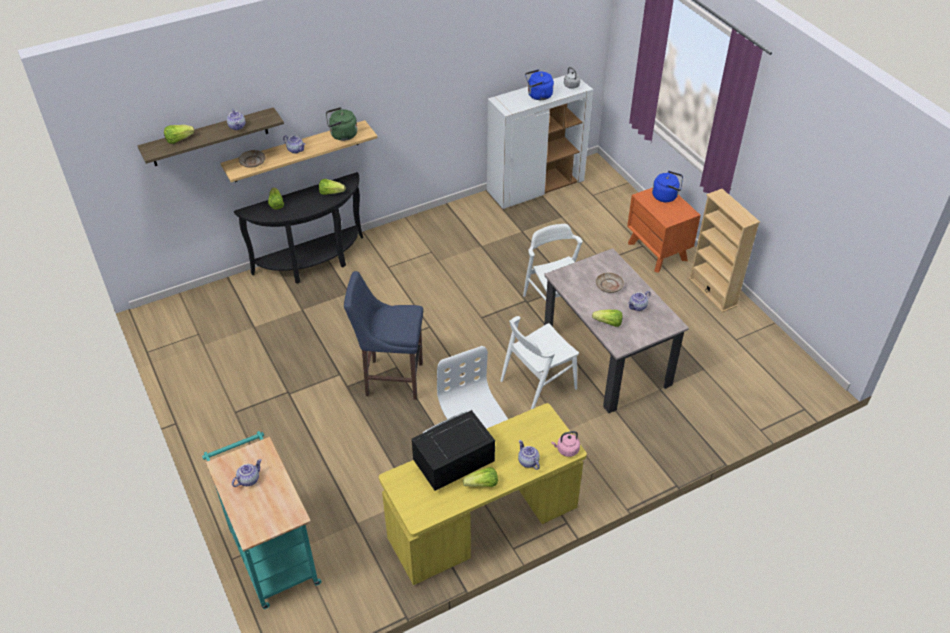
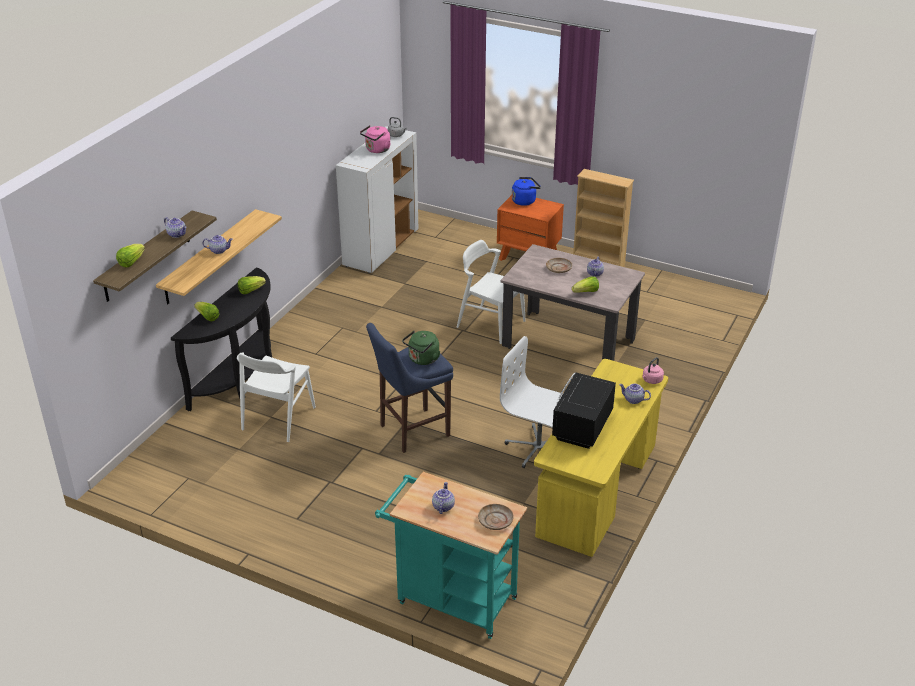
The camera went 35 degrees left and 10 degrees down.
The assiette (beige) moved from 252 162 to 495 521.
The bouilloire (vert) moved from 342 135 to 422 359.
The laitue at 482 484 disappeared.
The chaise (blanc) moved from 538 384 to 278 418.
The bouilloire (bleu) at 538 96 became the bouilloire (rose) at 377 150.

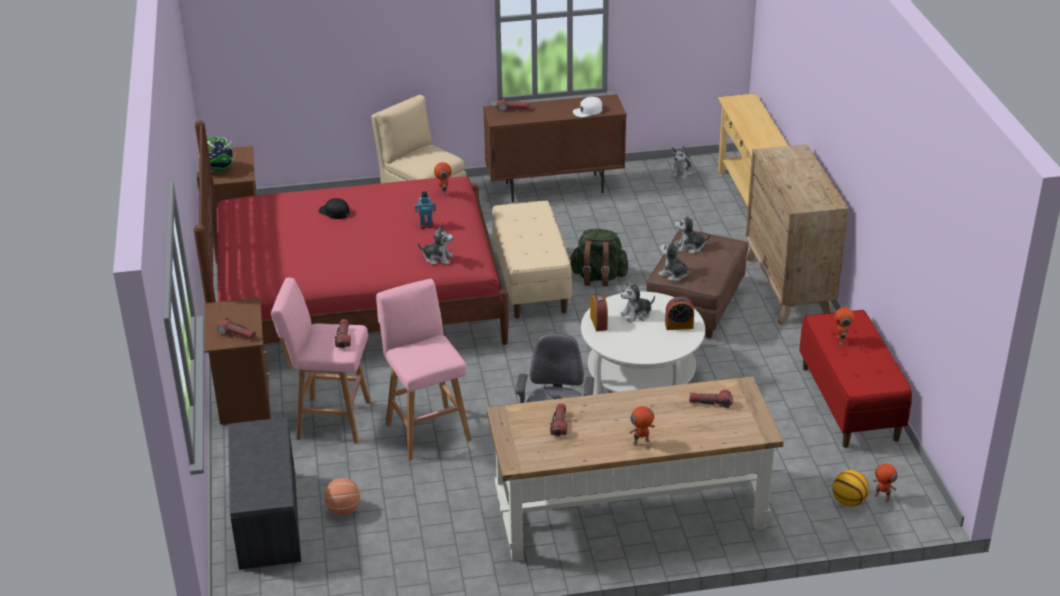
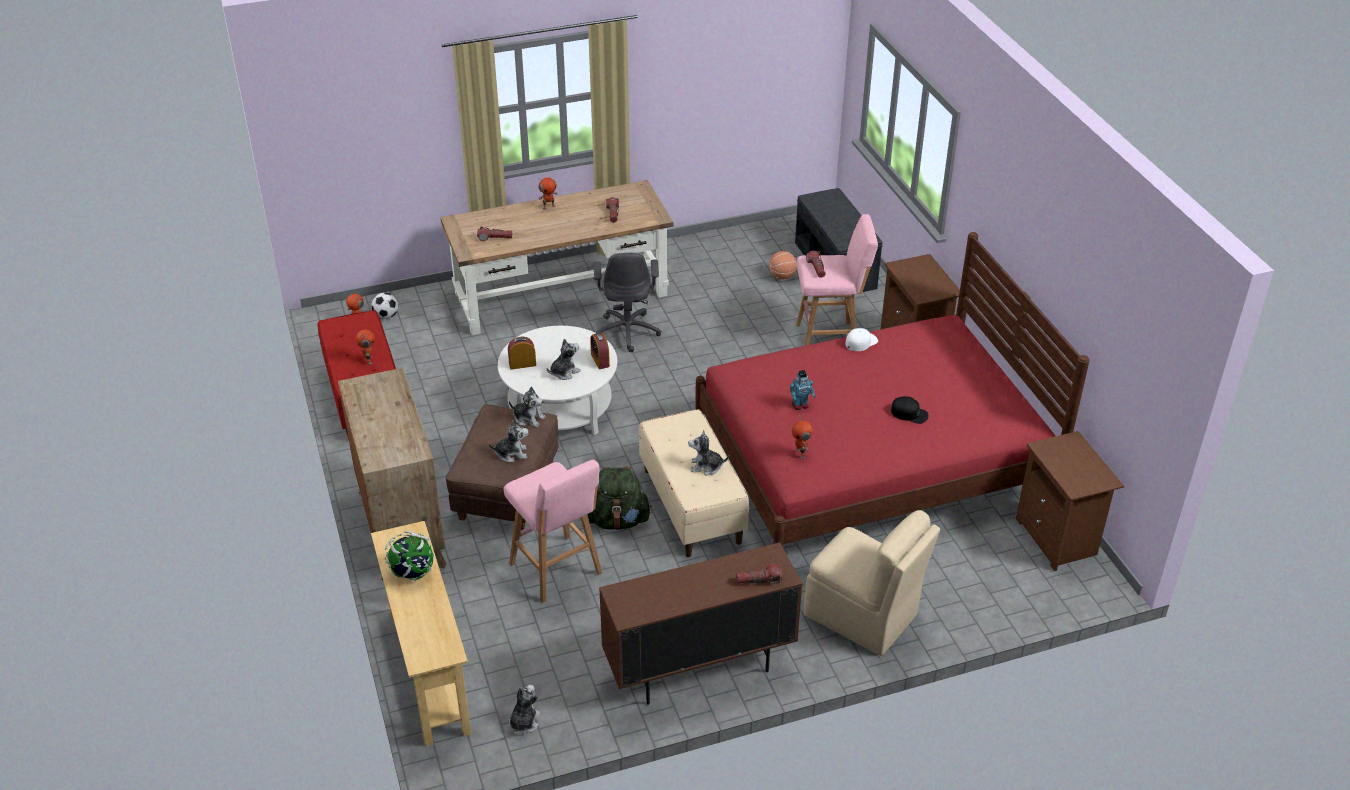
The camera went 170 degrees right and 5 degrees up.
The globe moved from 218 170 to 412 573.
The lampe de poche at 237 334 disappeared.
The tabouret (rose) moved from 427 430 to 557 571.
The peluche moved from 438 258 to 706 466.
The casquette (blanc) moved from 587 111 to 861 342.
The ballon de basket at 849 501 was replaced by the ballon de foot at 386 316.

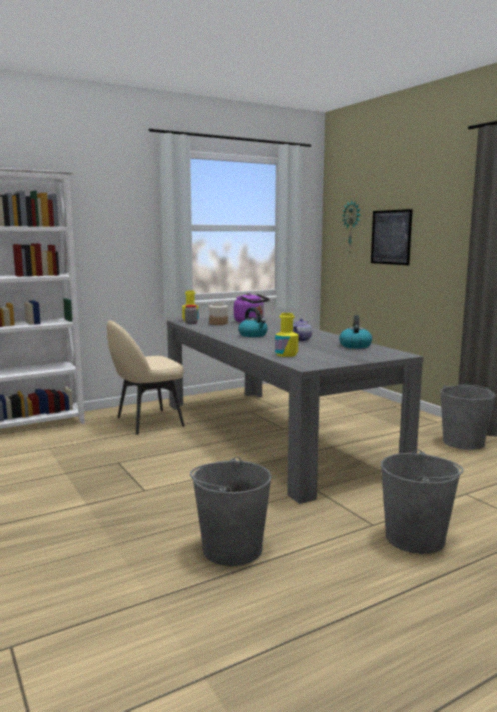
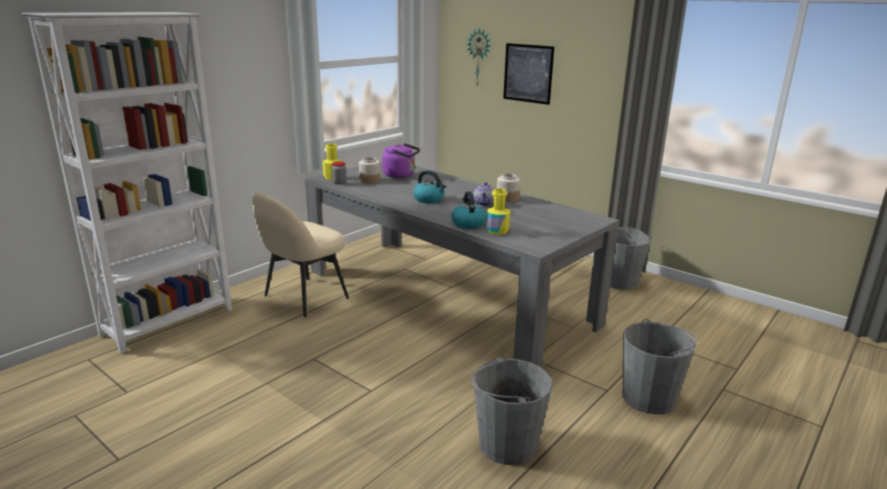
The camera went 20 degrees left and 10 degrees up.
The bouilloire moved from 355 346 to 468 223.
The bocal at 507 199 appeared.

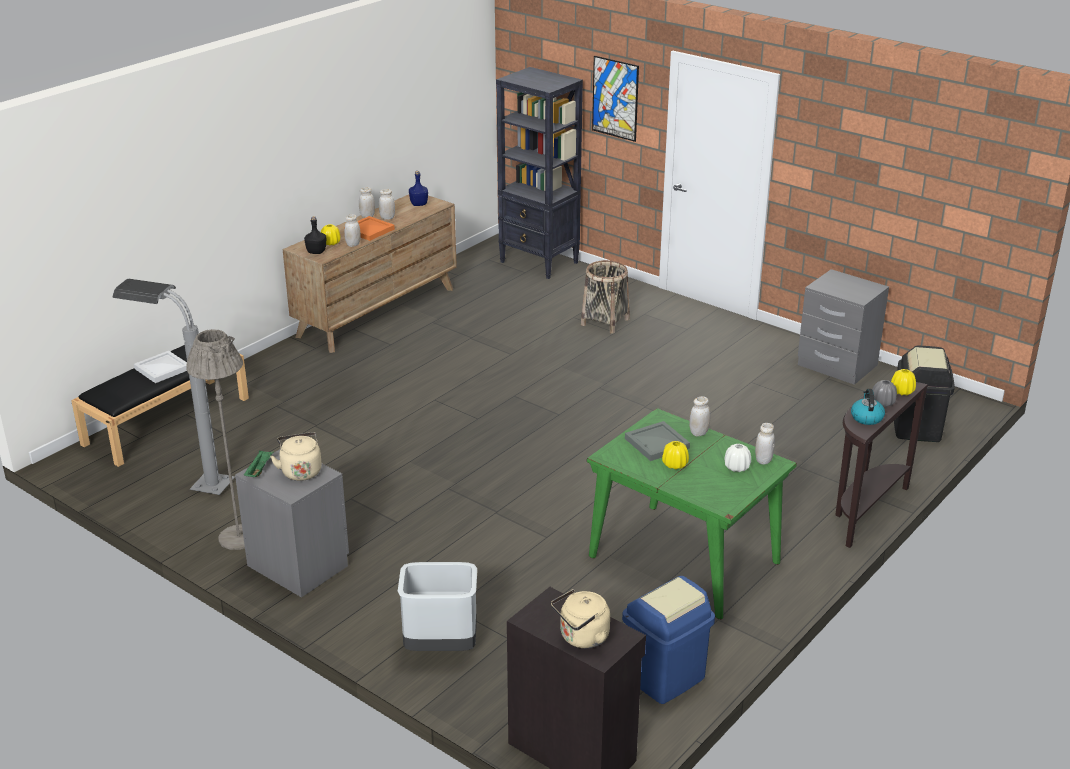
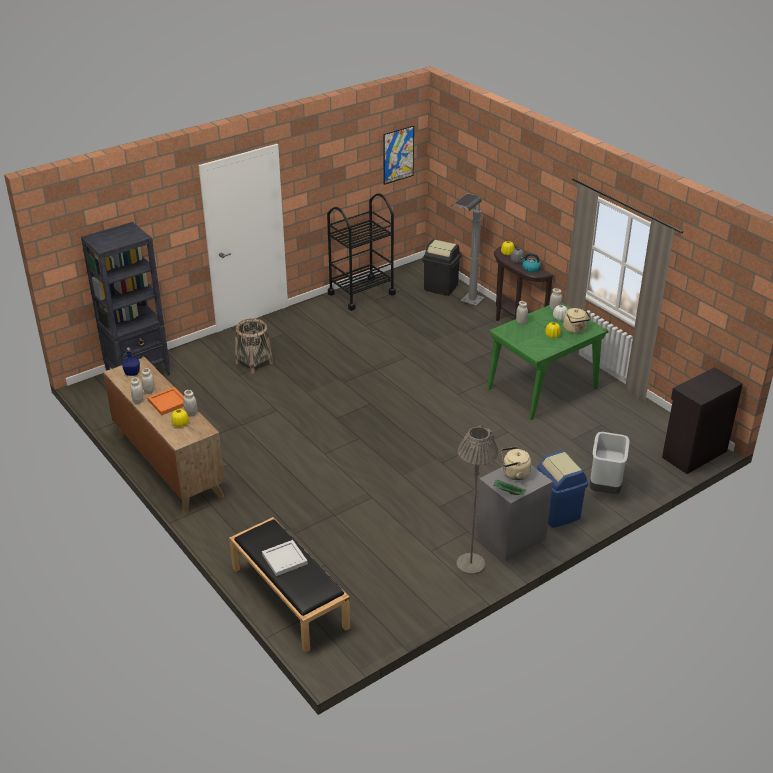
The camera went 75 degrees left and 5 degrees up.
The lampadaire (gris) moved from 191 483 to 466 307.
The bouteille (noir) at 317 252 disappeared.
The bouilloire (beige) moved from 582 638 to 575 330.
The tableau moved from 615 98 to 398 155.
The poubelle (bleu) moved from 665 677 to 557 512.
The plateau (gris) at 658 443 disappeared.
The table de chevet (gris) at 836 366 was replaced by the chariot (noir) at 361 293.

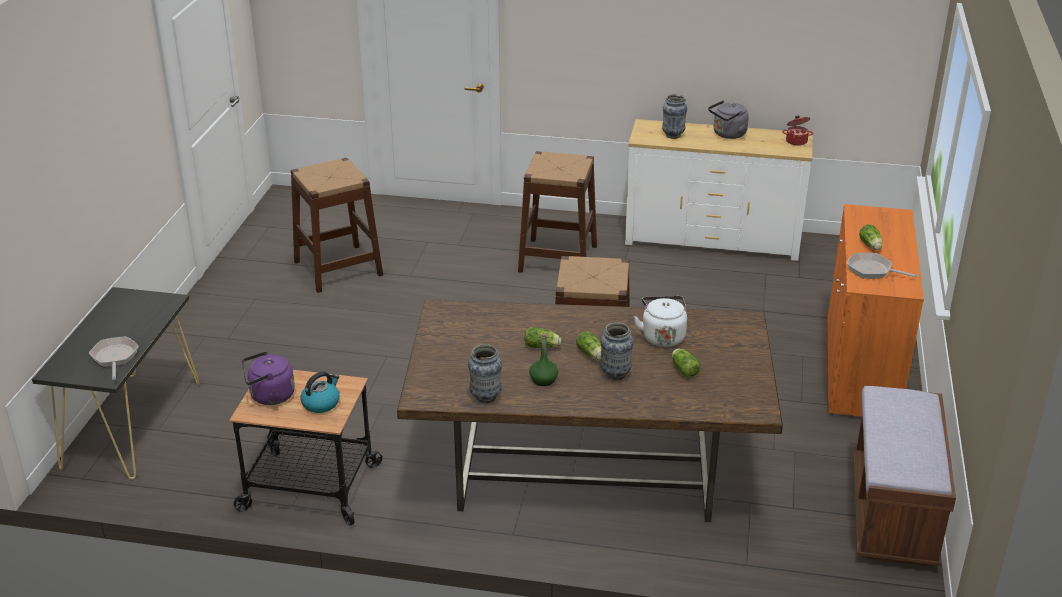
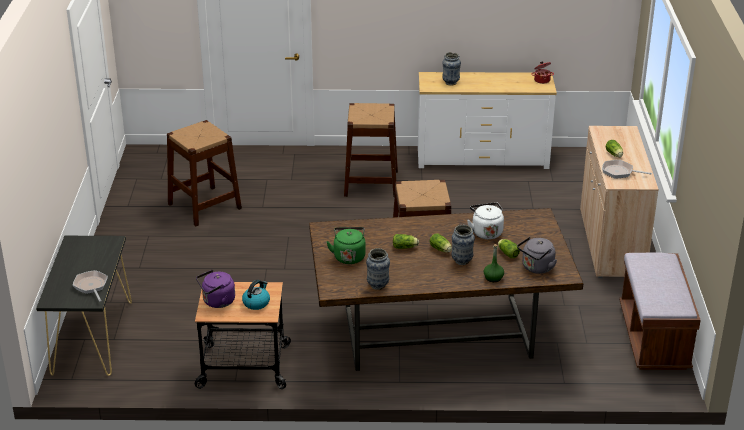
The camera went 10 degrees left and 0 degrees up.
The bouteille (vert) moved from 543 380 to 493 278.
The bouilloire (gris) moved from 728 134 to 536 268.
The meuble de rangement (orange) at 860 368 became the meuble de rangement (beige) at 611 243.
The bouilloire (vert) at 349 256 appeared.

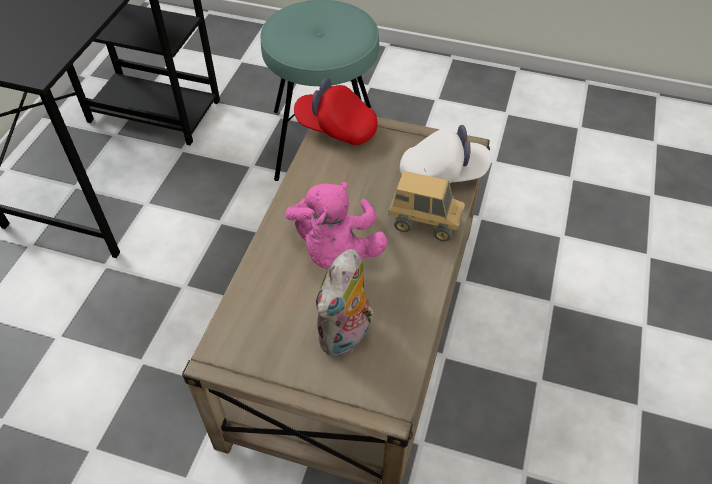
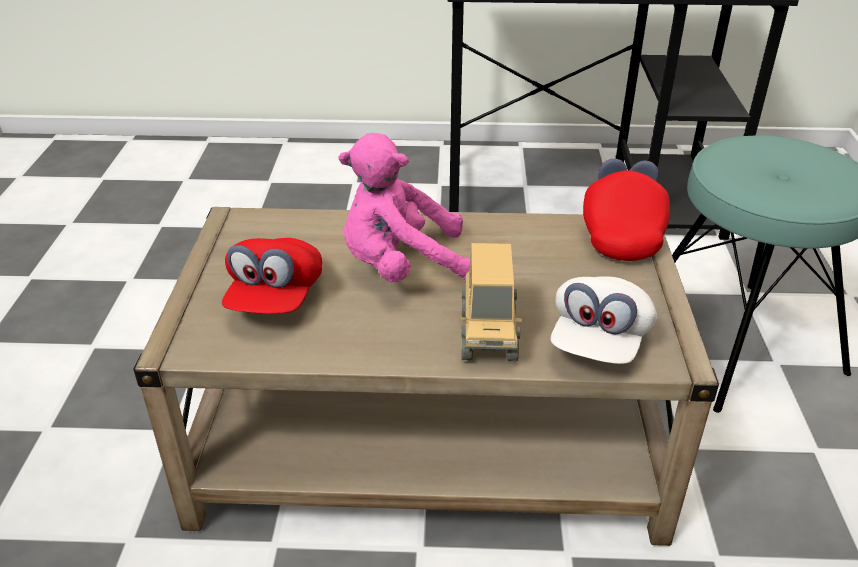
The camera went 75 degrees right and 15 degrees down.
The peluche at 346 336 was replaced by the casquette (rouge) at 276 298.
The casquette (blanc) at 443 174 turned 45 degrees clockwise.

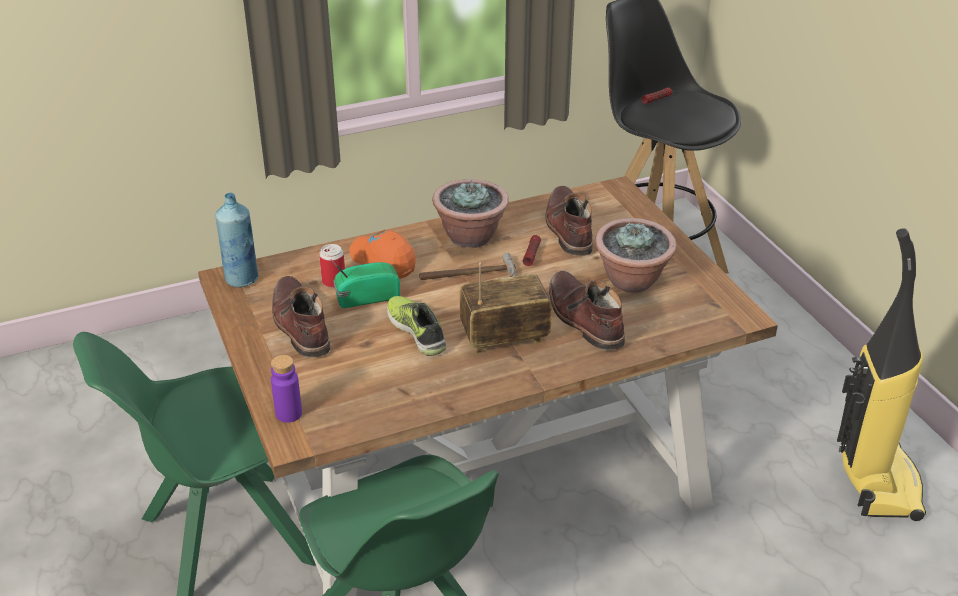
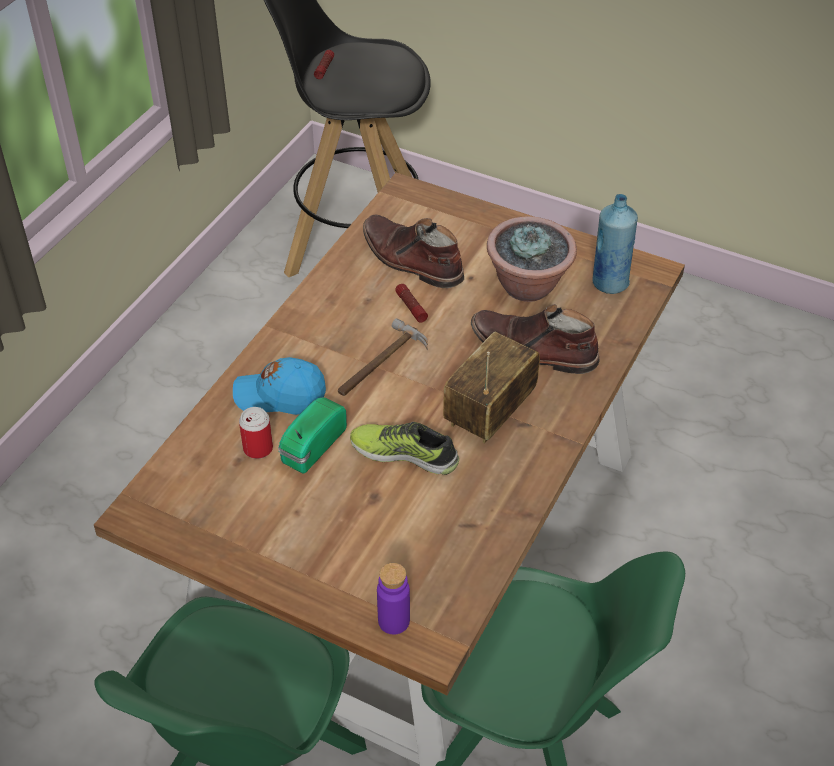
The camera went 40 degrees left and 10 degrees up.
The bouteille (bleu) moved from 242 279 to 609 283.
The botte (marron) at 299 325 disappeared.
The casquette (orange) at 383 262 became the casquette (bleu) at 280 396.
The plante en pot at 470 237 disappeared.
The aspirateur at 874 479 disappeared.

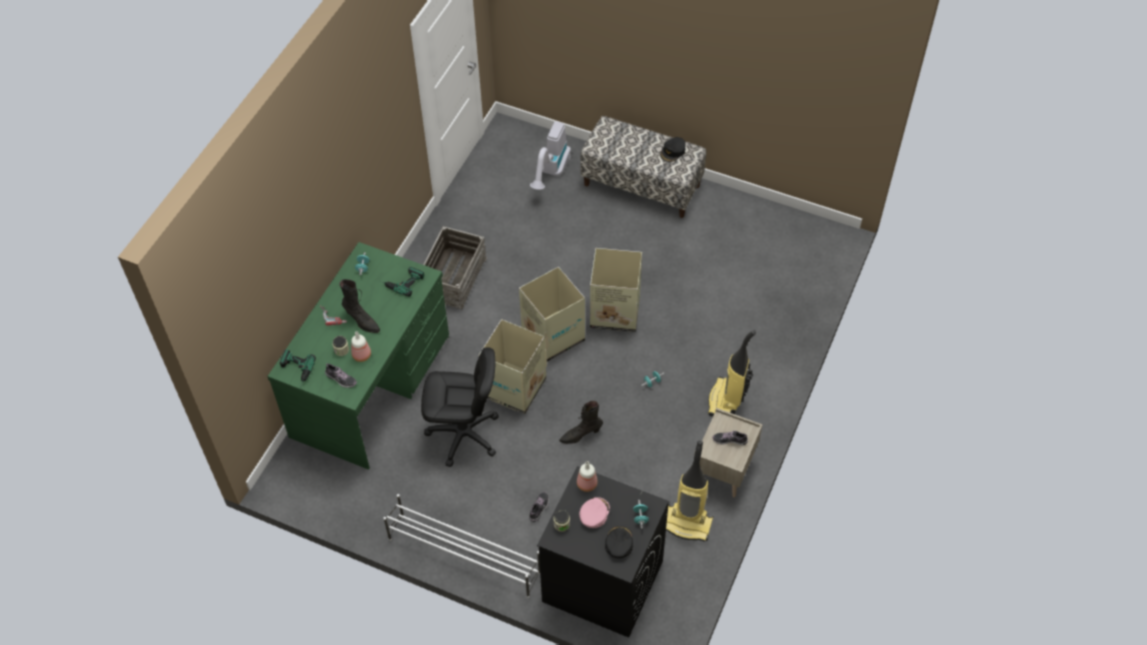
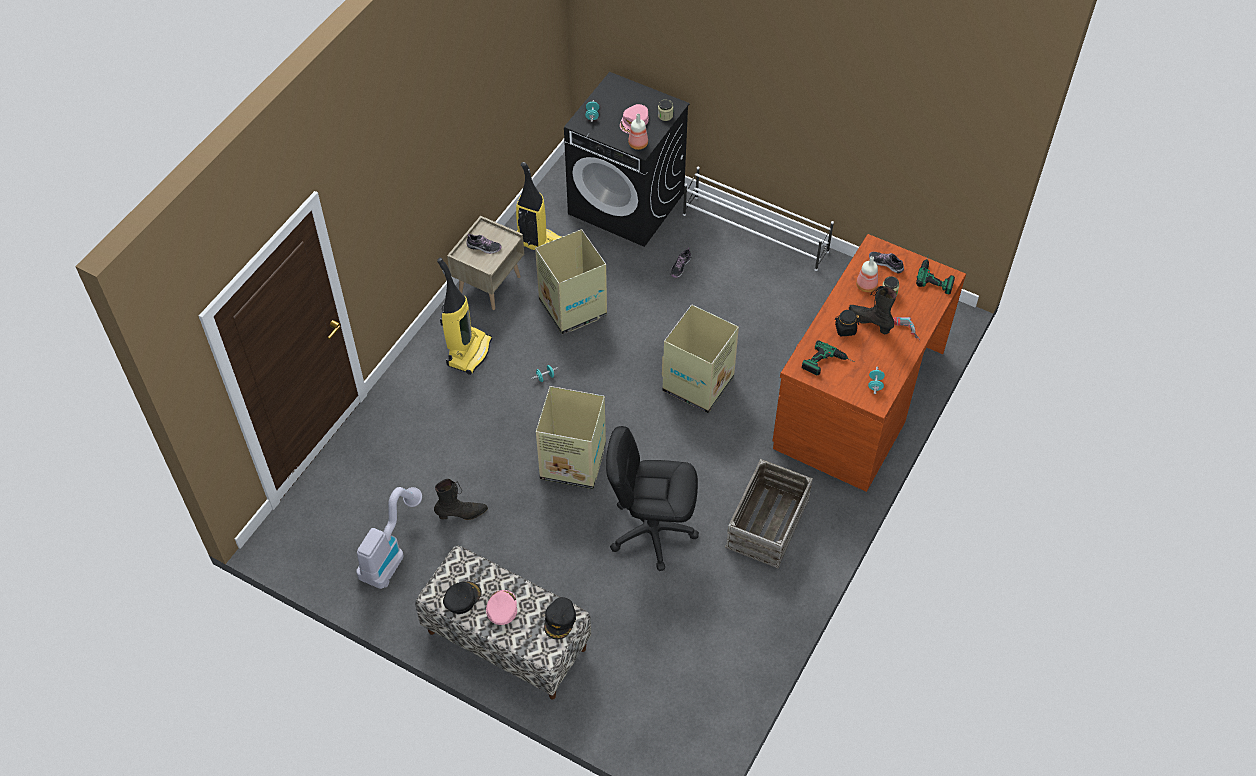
The camera went 175 degrees left and 0 degrees up.
The bureau (vert) at 372 386 became the bureau (marron) at 858 399.
The chaise de bureau (noir) moved from 464 435 to 652 531.
The carton moved from 552 335 to 573 309.
The aspirateur moved from 551 173 to 390 552.
The botte (noir) moved from 580 435 to 462 514.
The casquette (noir) moved from 618 543 to 560 620.
The casquette (rose) at 501 608 appeared.
The bocal (noir) at 845 329 appeared.

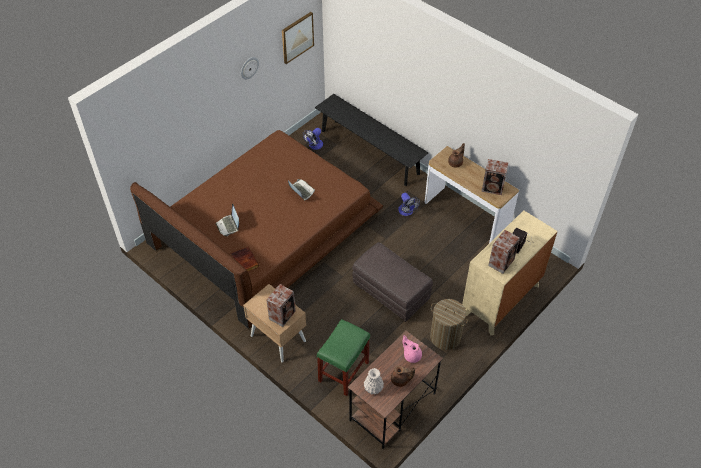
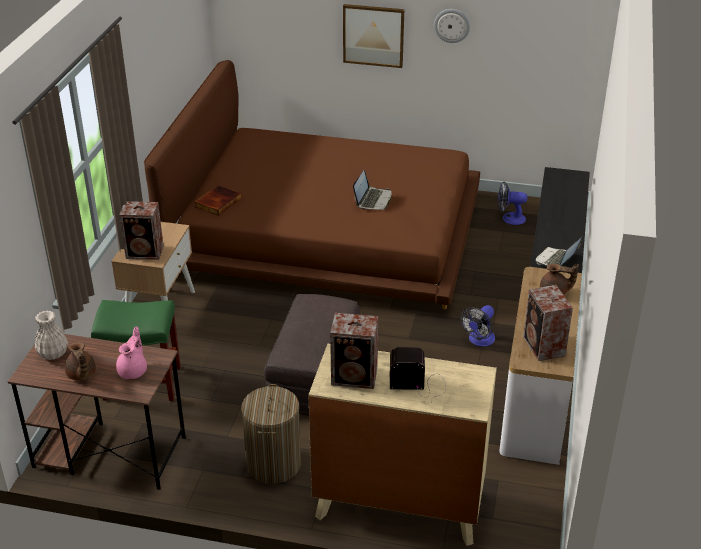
The camera went 60 degrees right and 15 degrees down.
The ordinateur portable moved from 228 225 to 556 260.
The tableau moved from 297 37 to 373 35.

